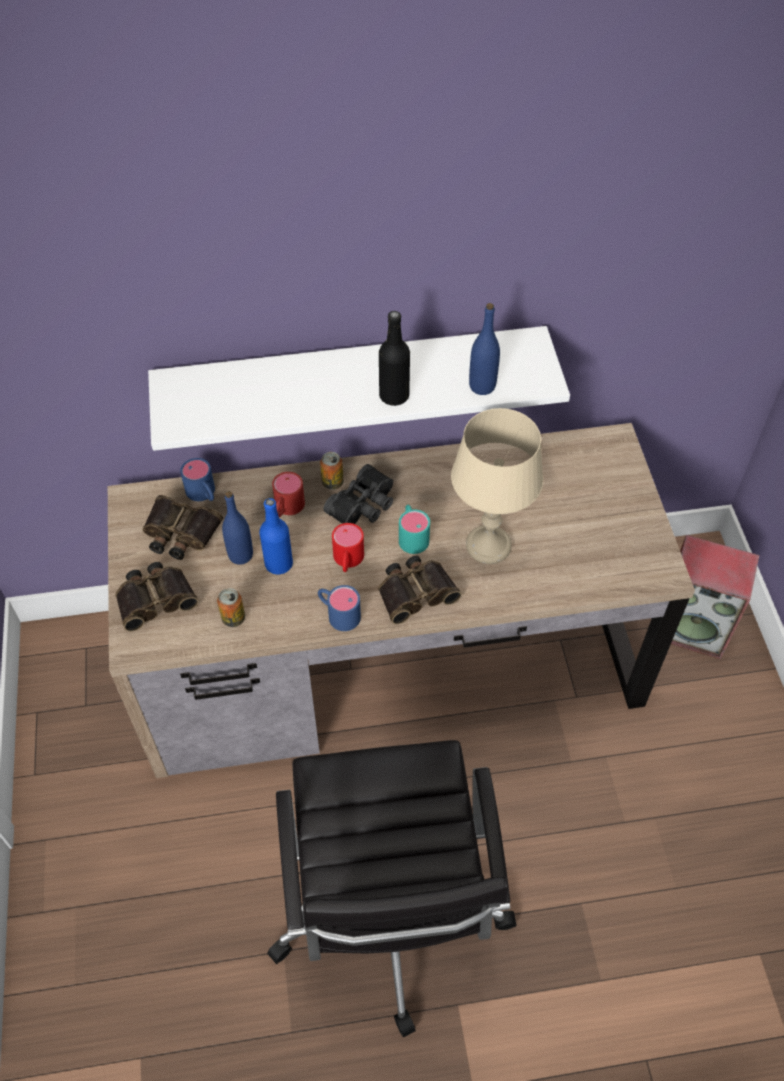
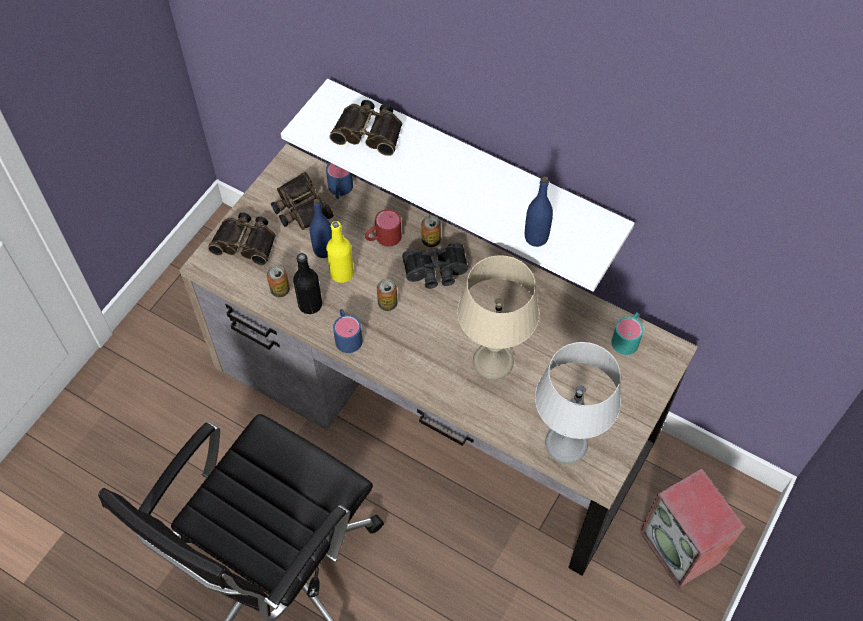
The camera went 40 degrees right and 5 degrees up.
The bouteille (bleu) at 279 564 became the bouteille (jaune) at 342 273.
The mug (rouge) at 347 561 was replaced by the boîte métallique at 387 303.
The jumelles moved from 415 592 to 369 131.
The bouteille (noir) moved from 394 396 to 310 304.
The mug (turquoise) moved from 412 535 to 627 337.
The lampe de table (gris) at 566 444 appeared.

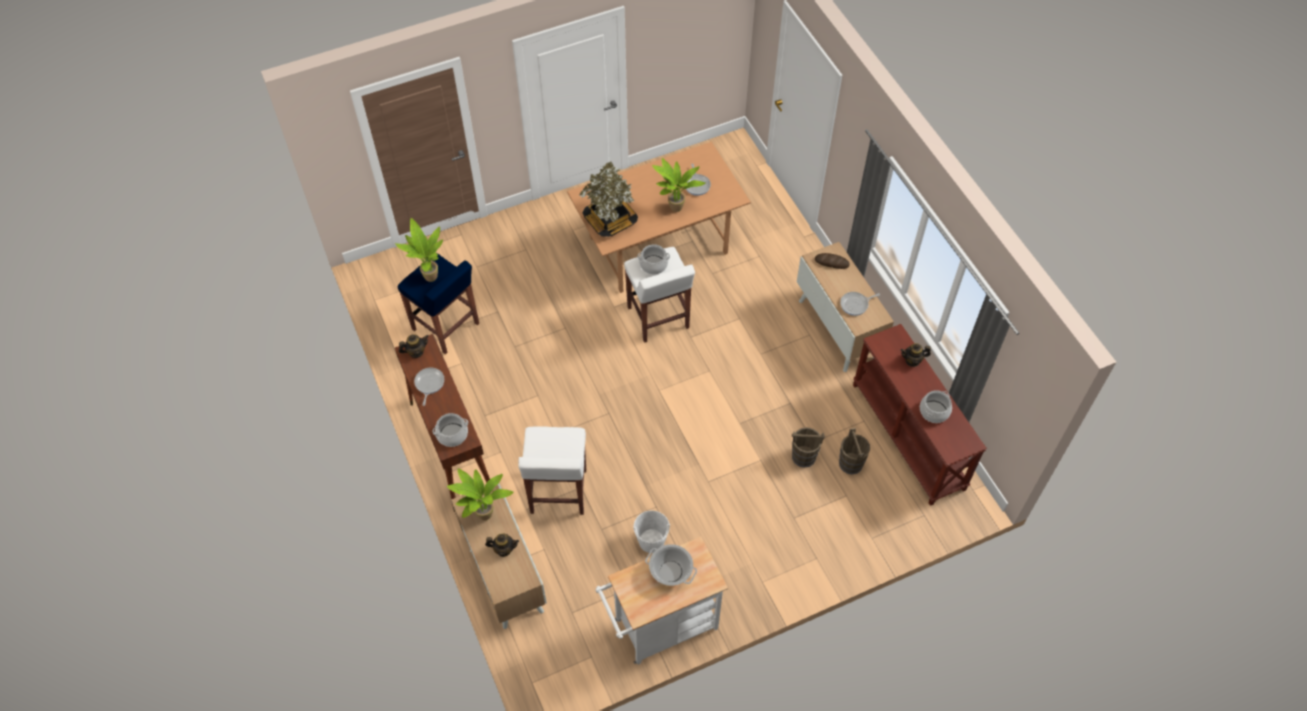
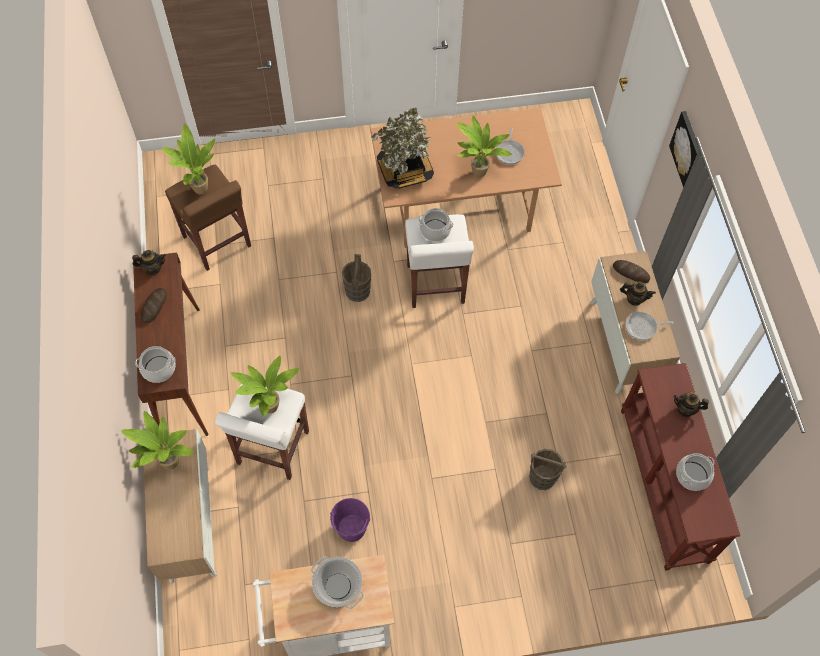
The camera went 15 degrees right and 5 degrees up.
The tabouret (bleu) at 446 327 became the tabouret (marron) at 217 242.
The poêle at 429 384 was replaced by the pain at 154 306.
The théière moved from 503 549 to 634 299.
The seau (blanc) at 651 541 became the seau (violet) at 351 528.
The seau (marron) moved from 851 463 to 357 291.
The plante en pot at 271 409 appeared.
The tableau at 687 149 appeared.

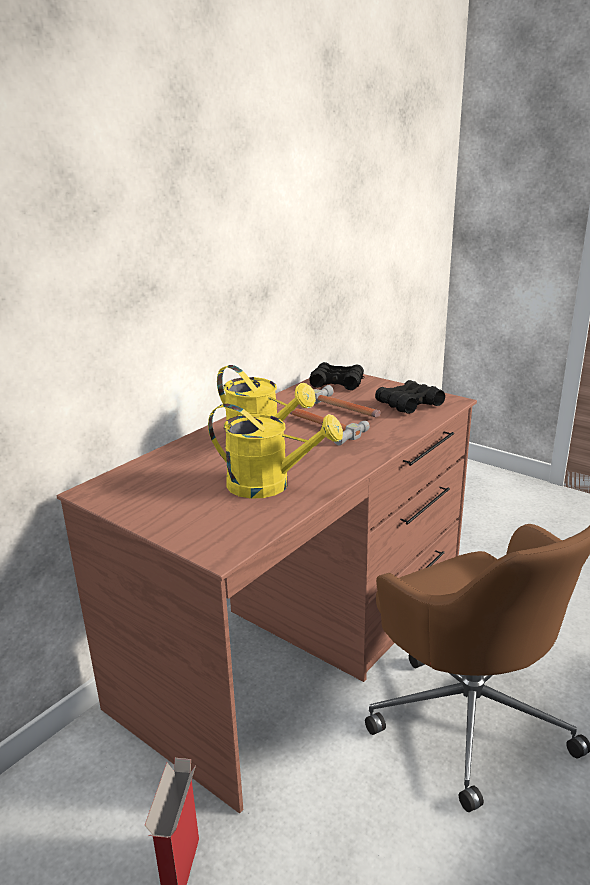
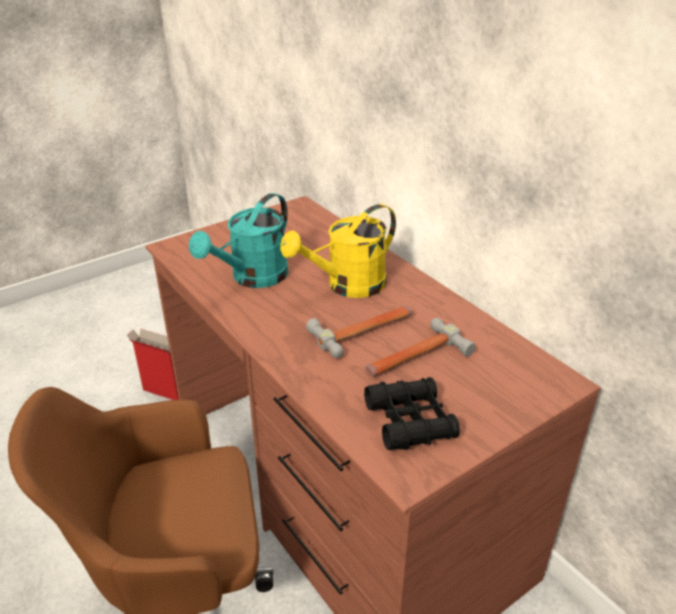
The camera went 105 degrees right and 10 degrees up.
The arrosoir (jaune) at 269 485 became the arrosoir (turquoise) at 252 278.
The jumelles (noir) at 337 383 disappeared.

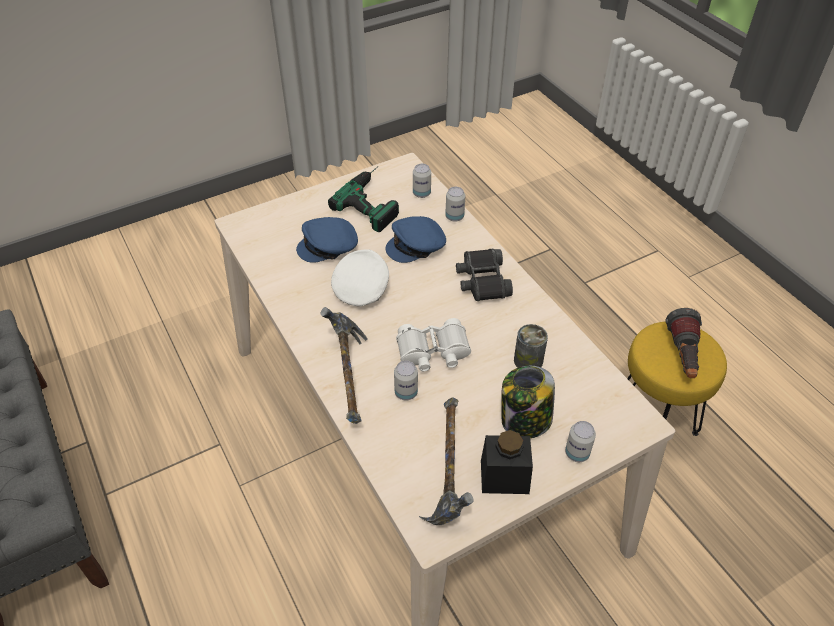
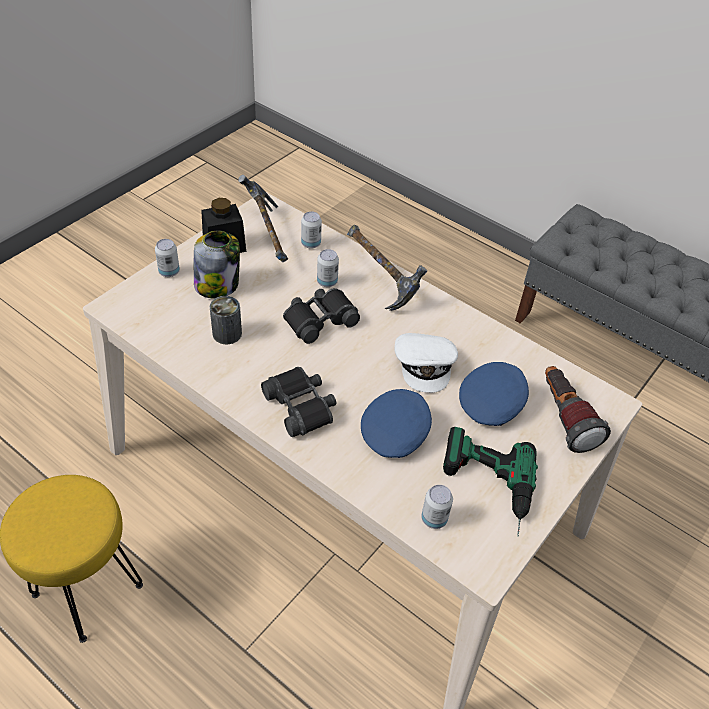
The camera went 155 degrees right and 0 degrees up.
The jumelles (blanc) at 433 352 became the jumelles (noir) at 319 320.
The boîte métallique moved from 454 217 to 311 244.
The lampe de poche moved from 682 356 to 564 418.

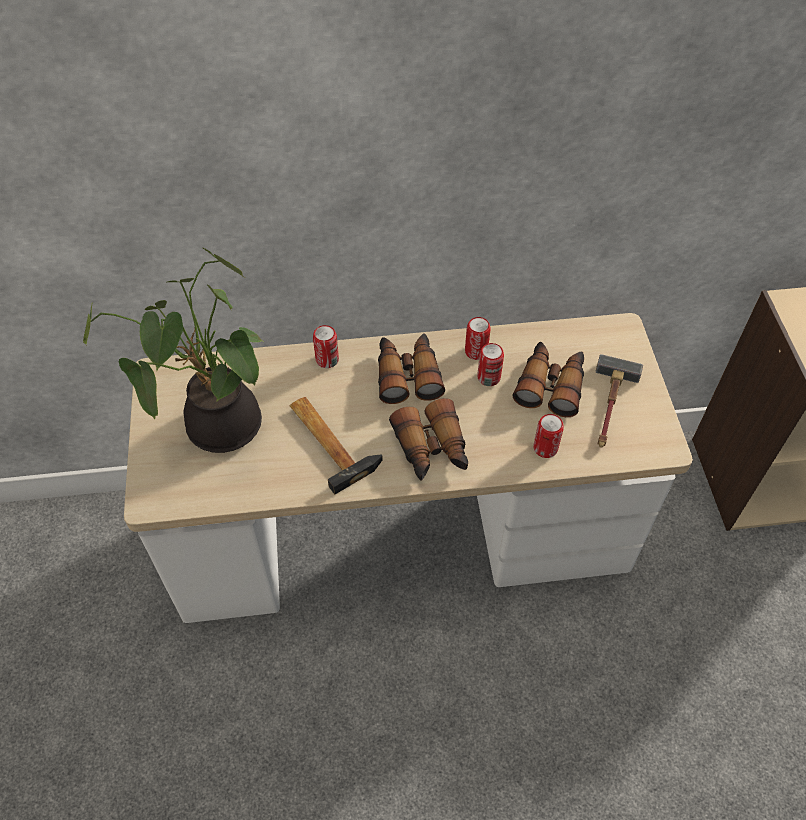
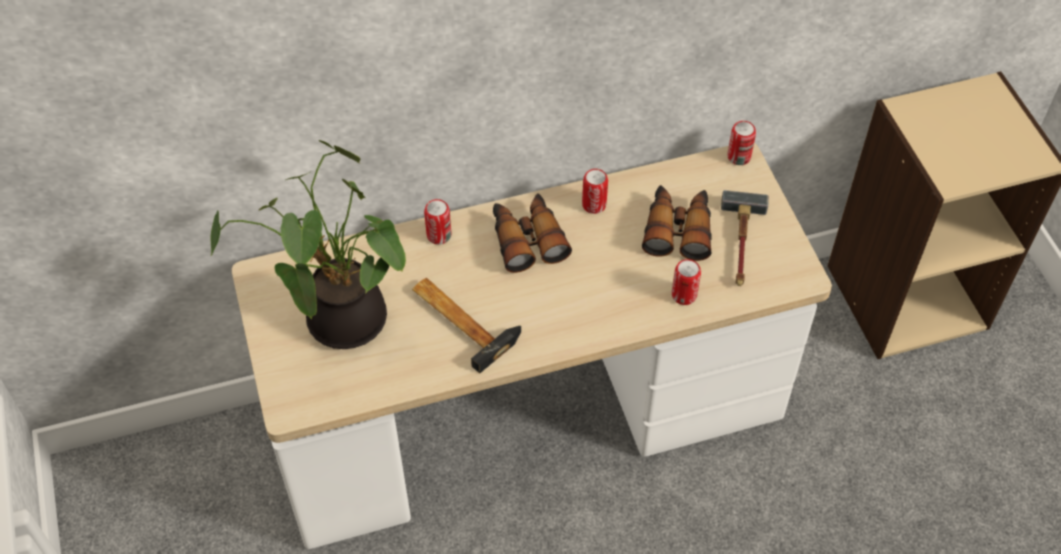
The camera went 10 degrees left and 0 degrees up.
The jumelles at 432 450 disappeared.
The boîte métallique moved from 488 377 to 739 157.

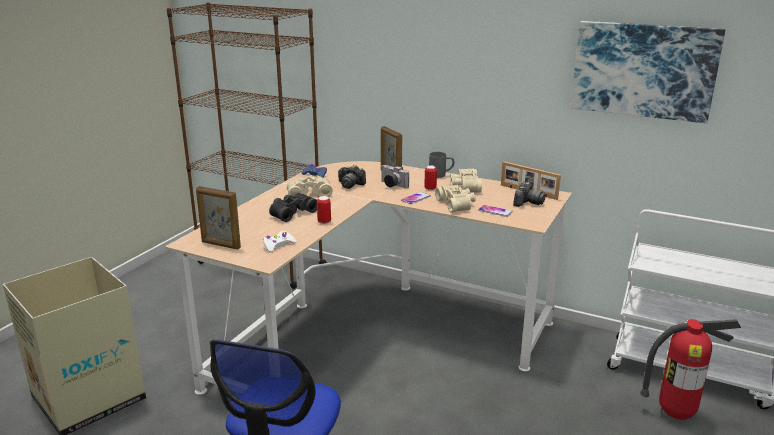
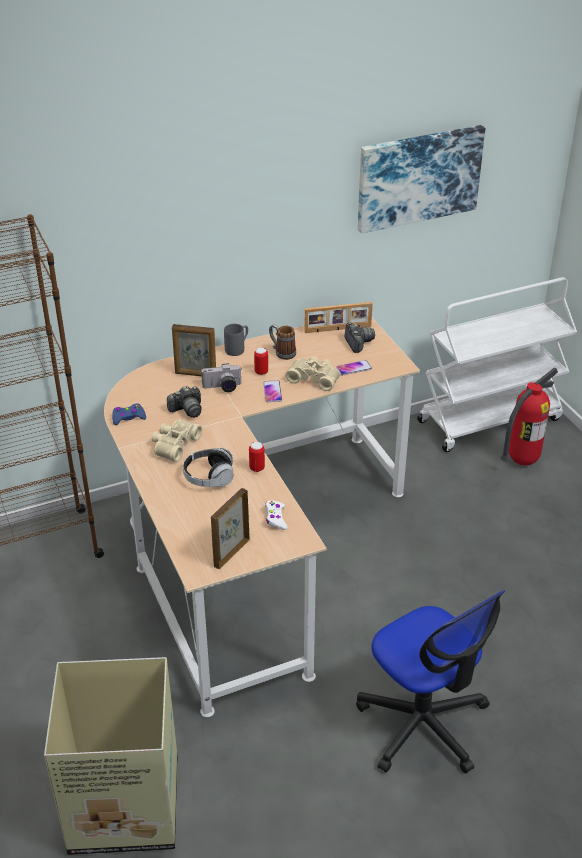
The camera went 50 degrees left and 15 degrees up.
The cadre photo at 220 245 turned 150 degrees clockwise.
The jumelles (noir) at 291 212 was replaced by the casque audio at 209 477.
The jumelles (beige) at 464 186 was replaced by the mug at 282 352.

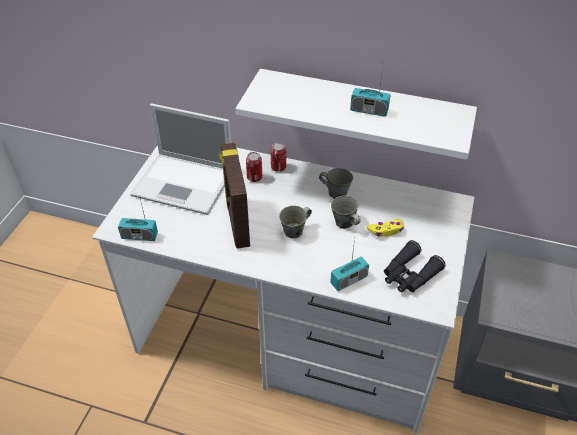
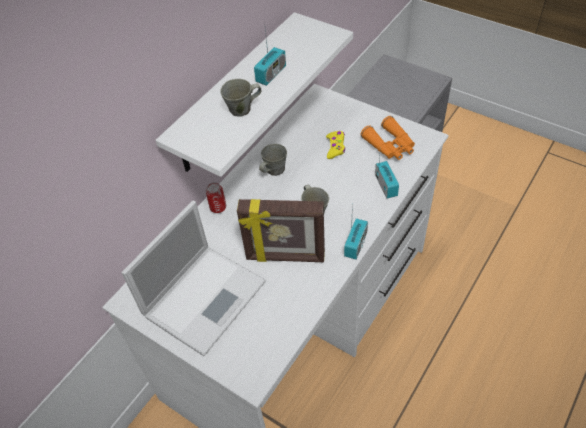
The camera went 70 degrees left and 5 degrees up.
The radio moved from 139 236 to 356 244.
The boîte métallique at 254 177 disappeared.
The mug (gris) moved from 344 223 to 242 109.
The jumelles (noir) at 409 275 became the jumelles (orange) at 390 145.

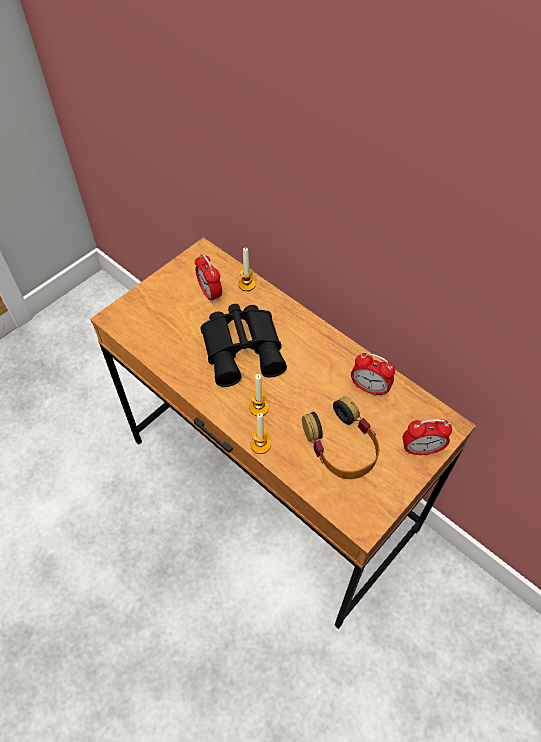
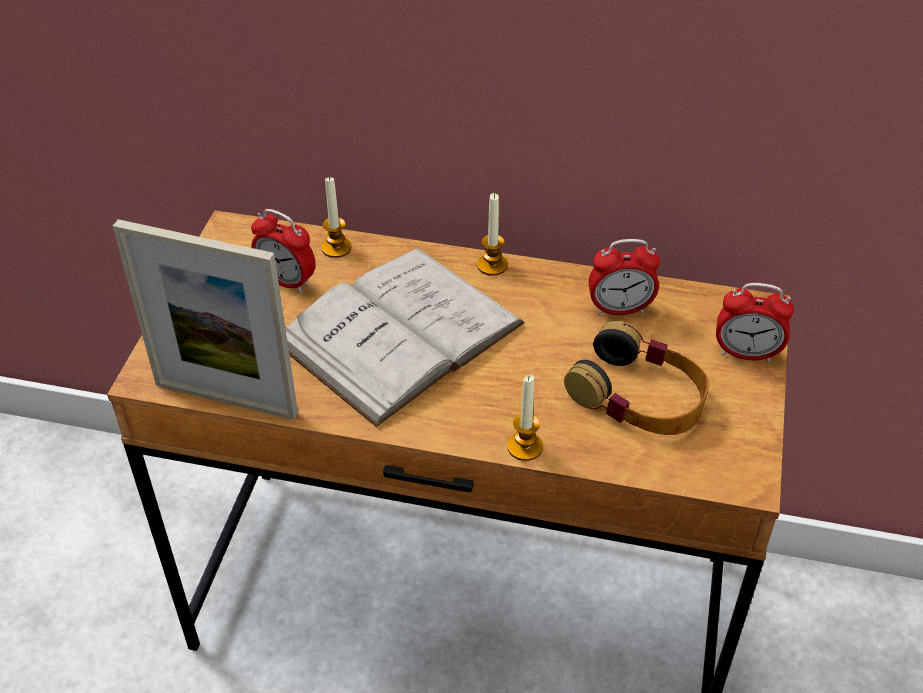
The camera went 30 degrees left and 10 degrees down.
The jumelles (noir) at 244 348 was replaced by the livre (blanc) at 399 332.
The bougie moved from 259 408 to 492 265.
The réveil at 421 449 turned 45 degrees clockwise.
The cadre photo at 226 399 appeared.

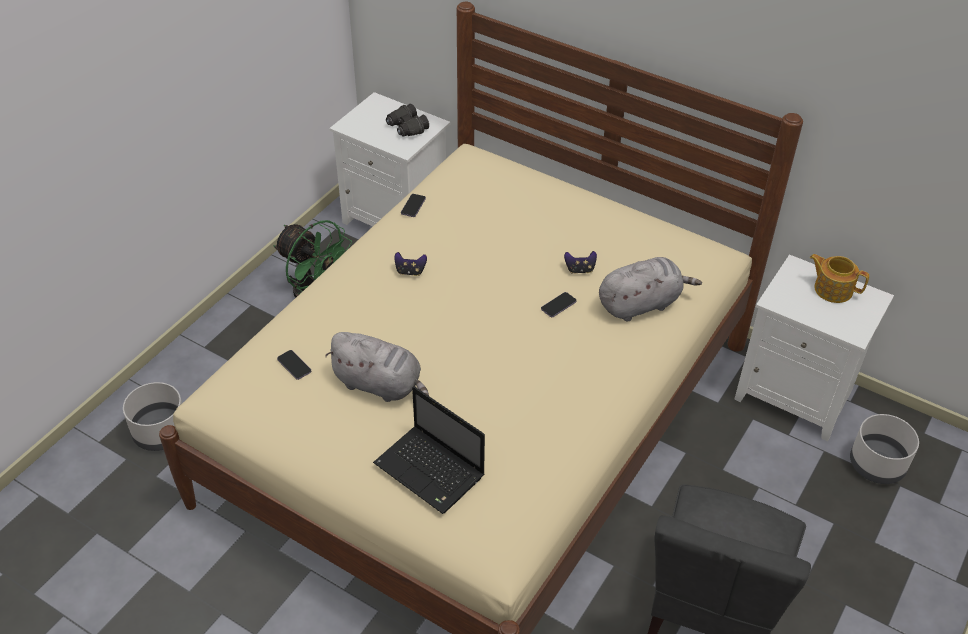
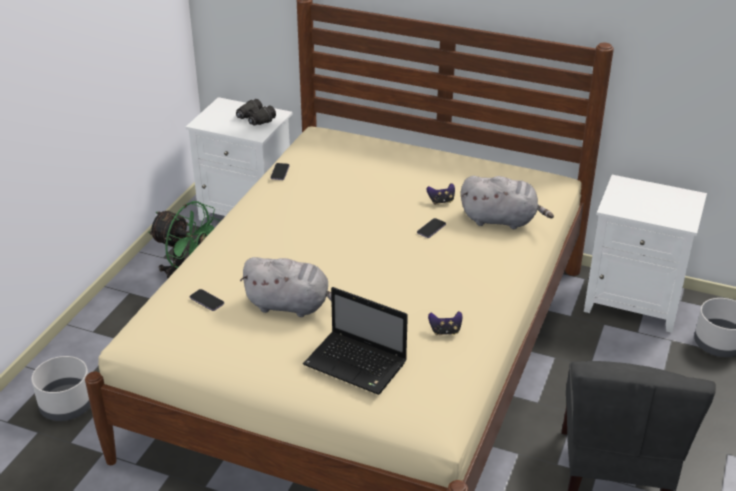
The camera went 10 degrees left and 10 degrees down.
The manette moved from 410 271 to 445 331.
The peluche (gris) at 641 304 turned 45 degrees clockwise.
The théière at 832 289 disappeared.

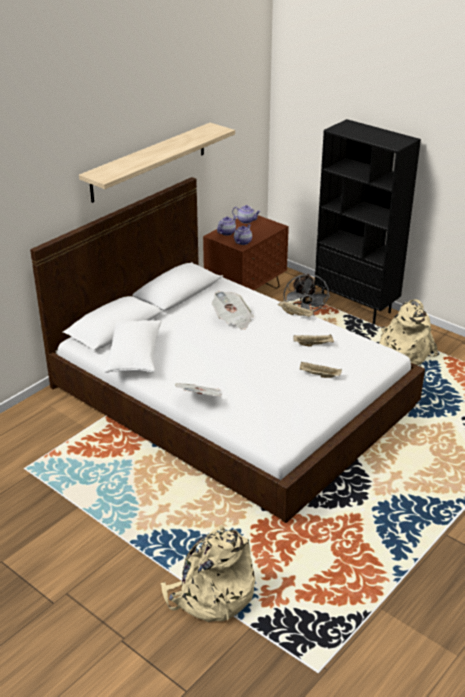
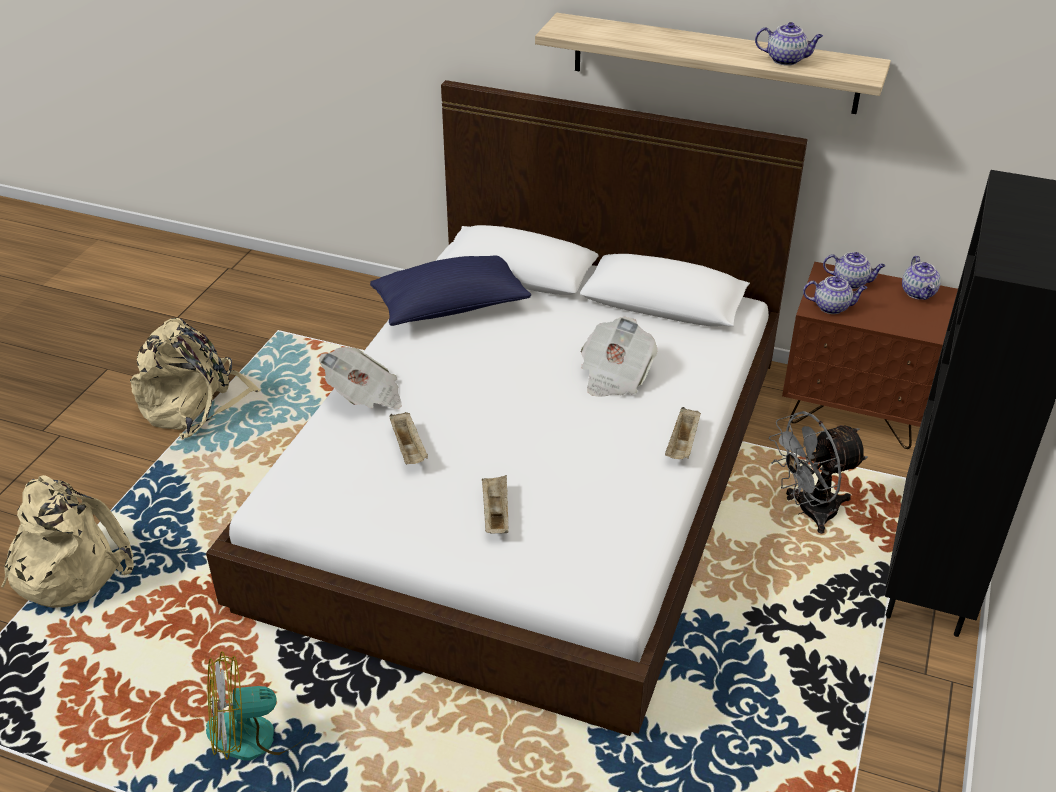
The camera went 70 degrees right and 5 degrees up.
The coussin (blanc) at 135 356 became the coussin (bleu) at 451 307.
The plateau (beige) moved from 313 344 to 409 448.
The sac à dos (beige) moved from 403 351 to 194 404.
The ventilateur at 258 732 appeared.
The théière at 786 60 appeared.

